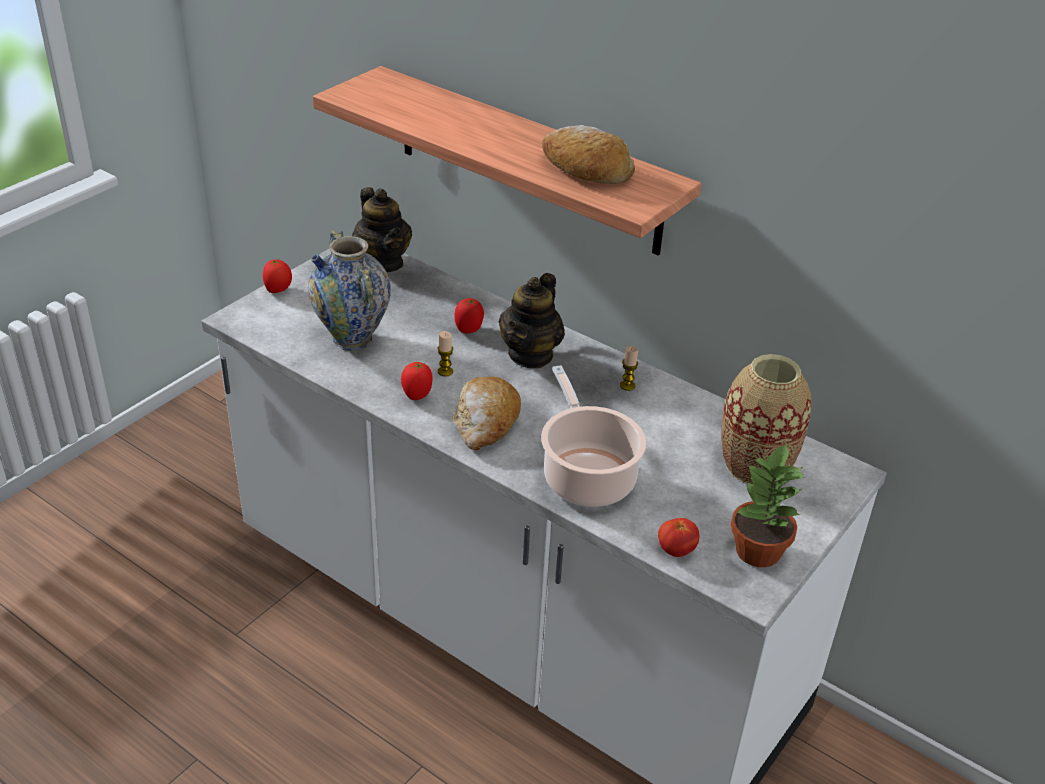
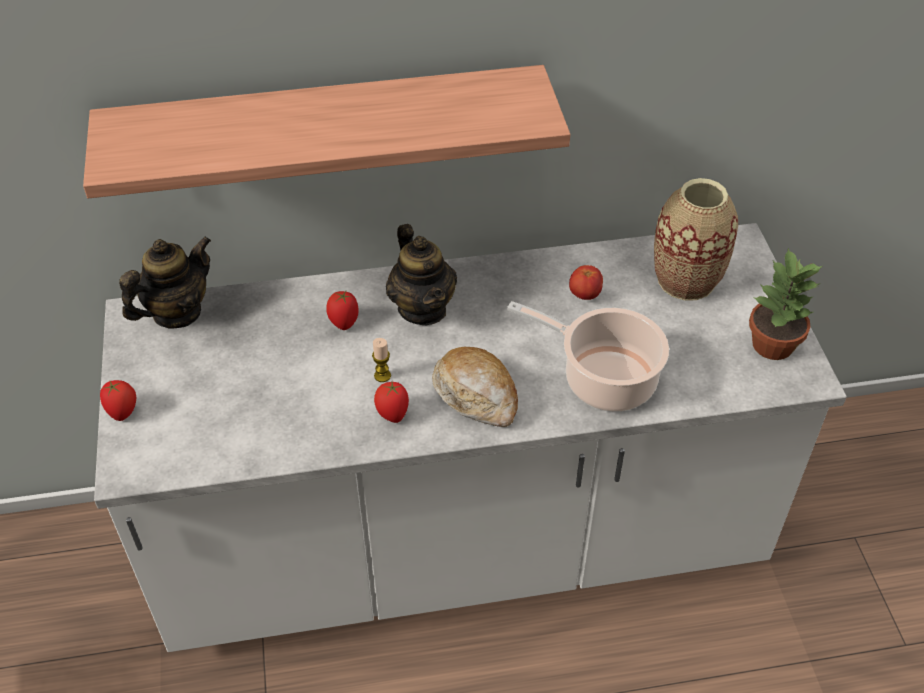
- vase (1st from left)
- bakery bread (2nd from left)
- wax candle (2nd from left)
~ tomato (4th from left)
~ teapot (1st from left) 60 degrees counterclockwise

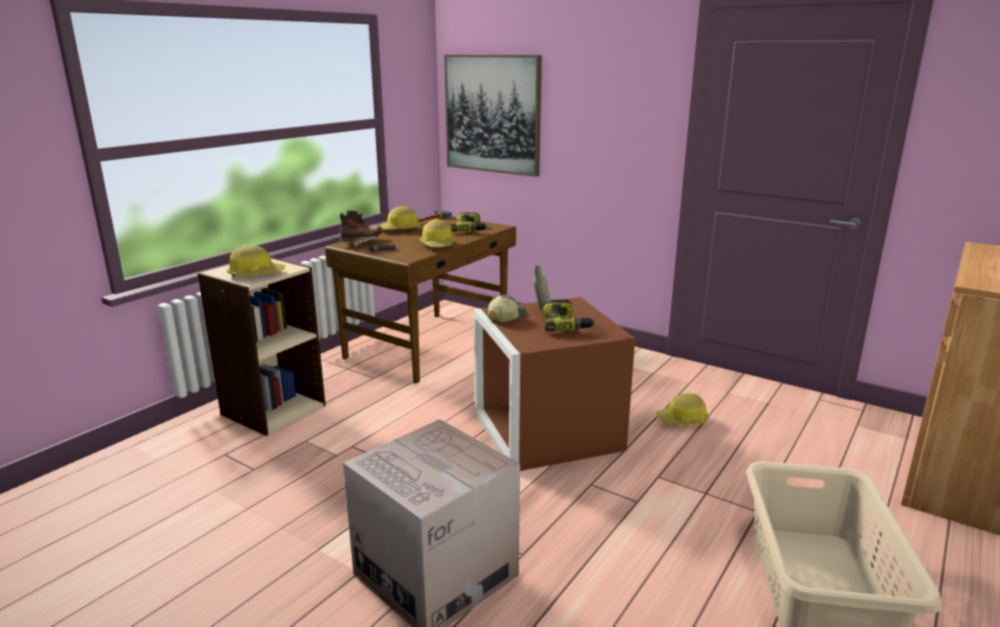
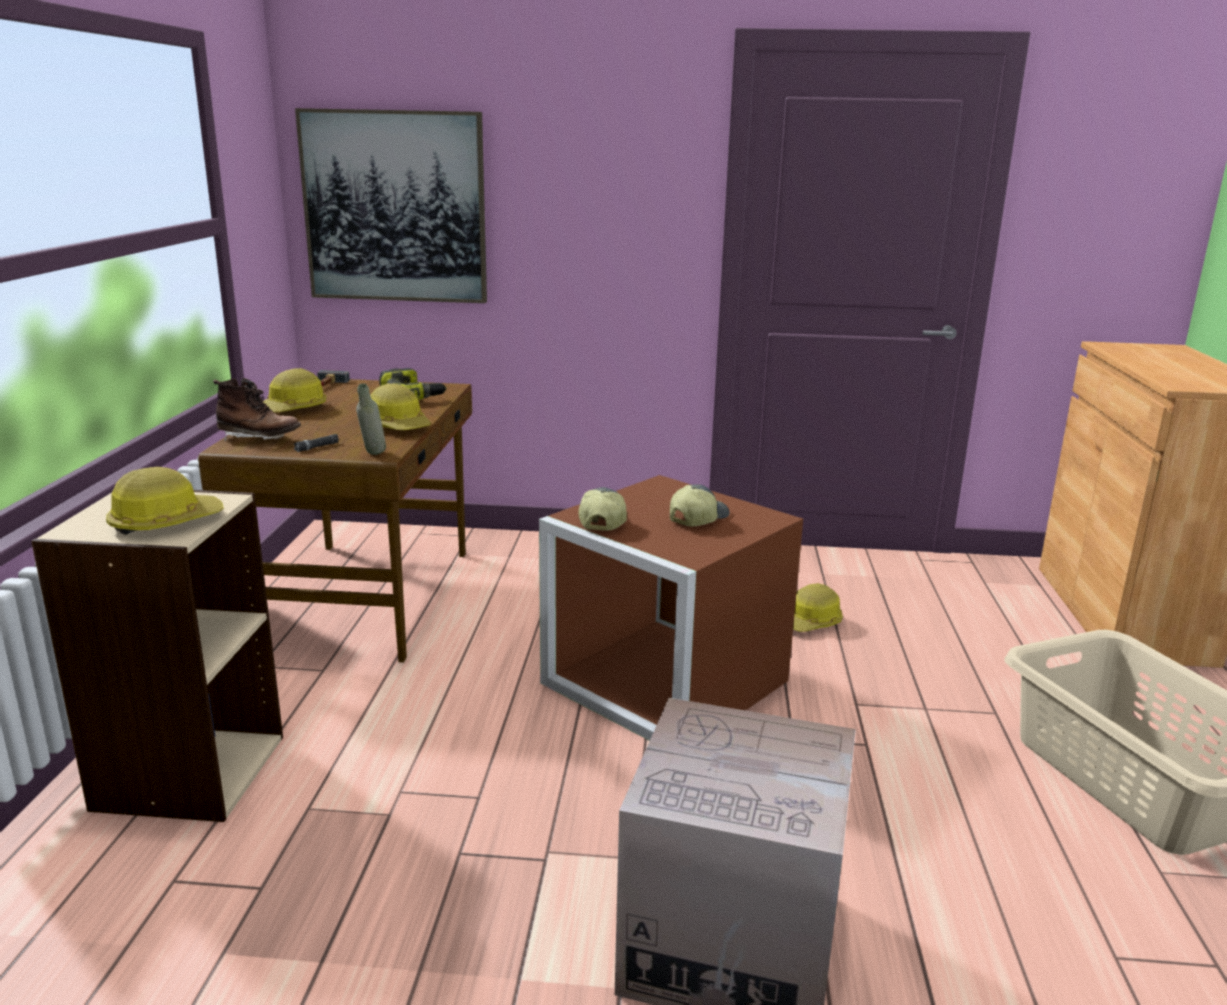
~ gray beverage bottle
~ electric drill (2nd from left) to peaked cap (2nd from left)
~ brownish tall boot 90 degrees clockwise

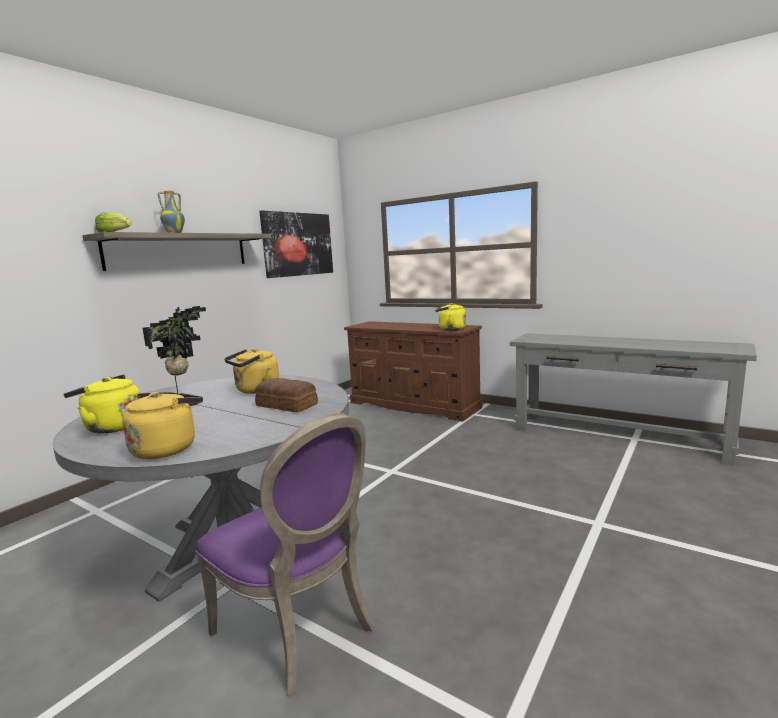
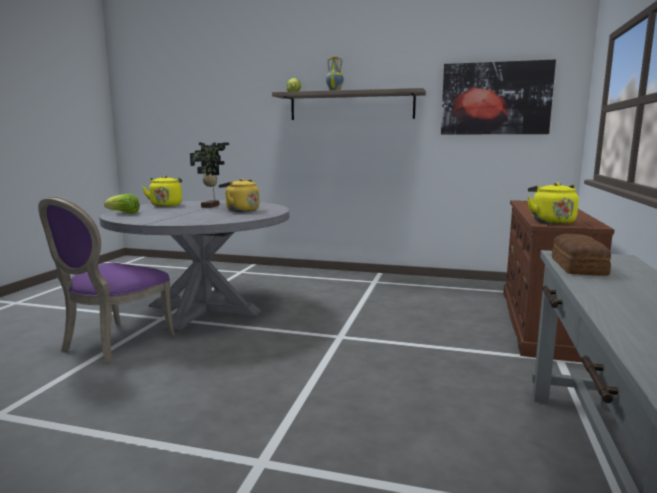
~ bakery bread
~ yellow water kettle (2nd from left) to head of lettuce (1st from left)

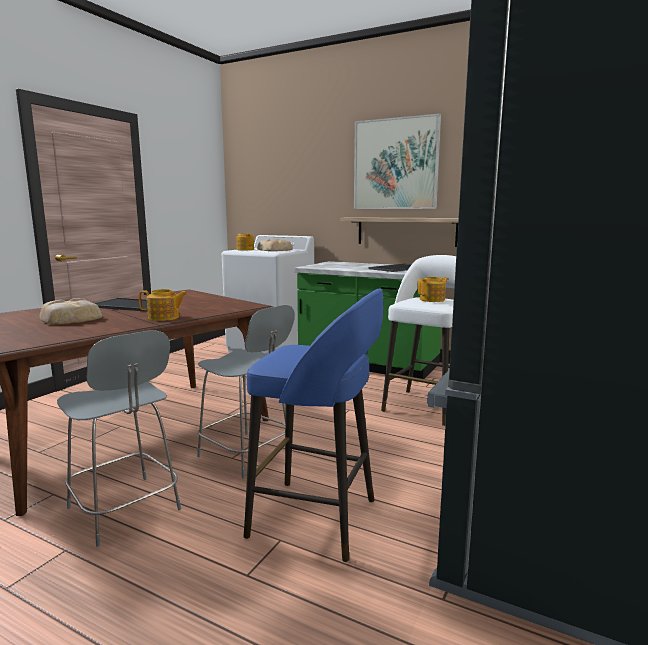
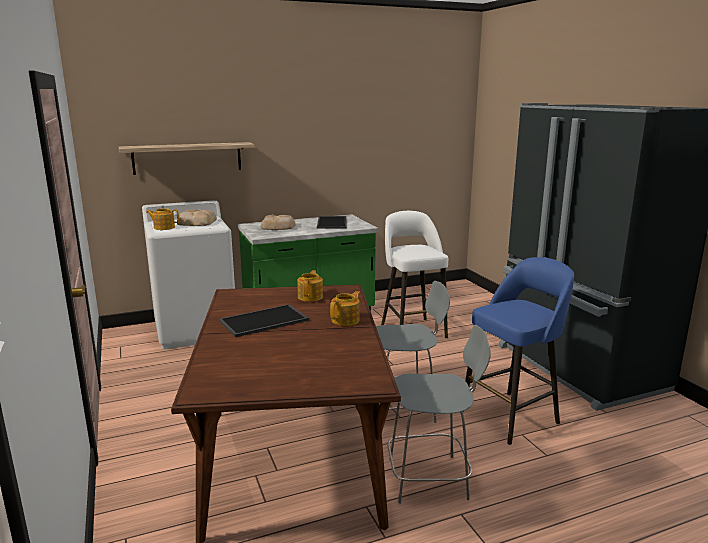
- wall picture
~ bakery bread (1st from left in the first image) to bakery bread (2nd from left)
~ shelf
~ teapot (3rd from left in the first image) to teapot (2nd from left)

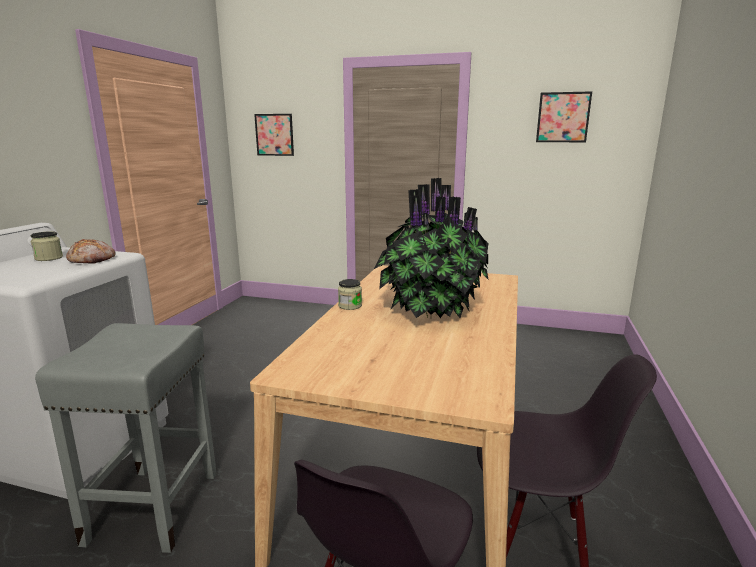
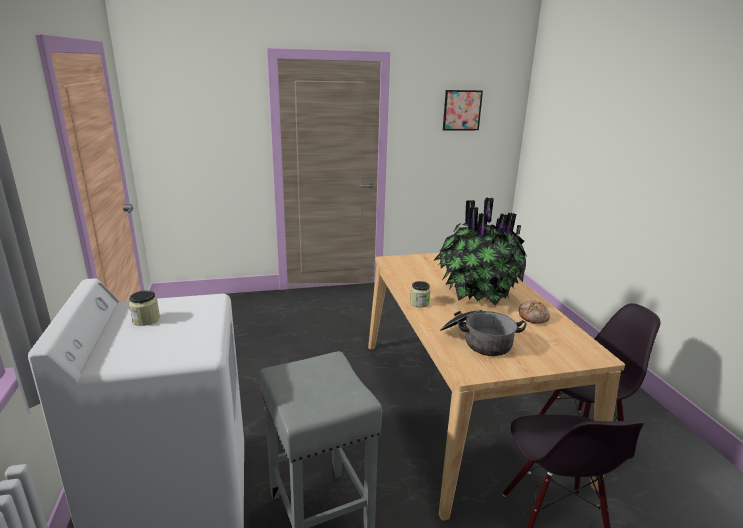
- wall picture (1st from left)
+ cooking pot
~ bakery bread

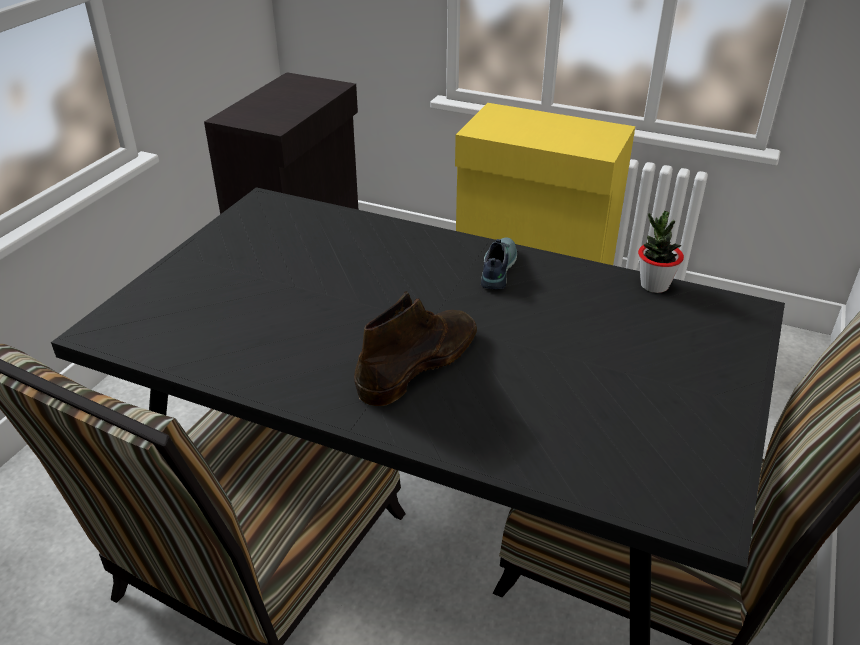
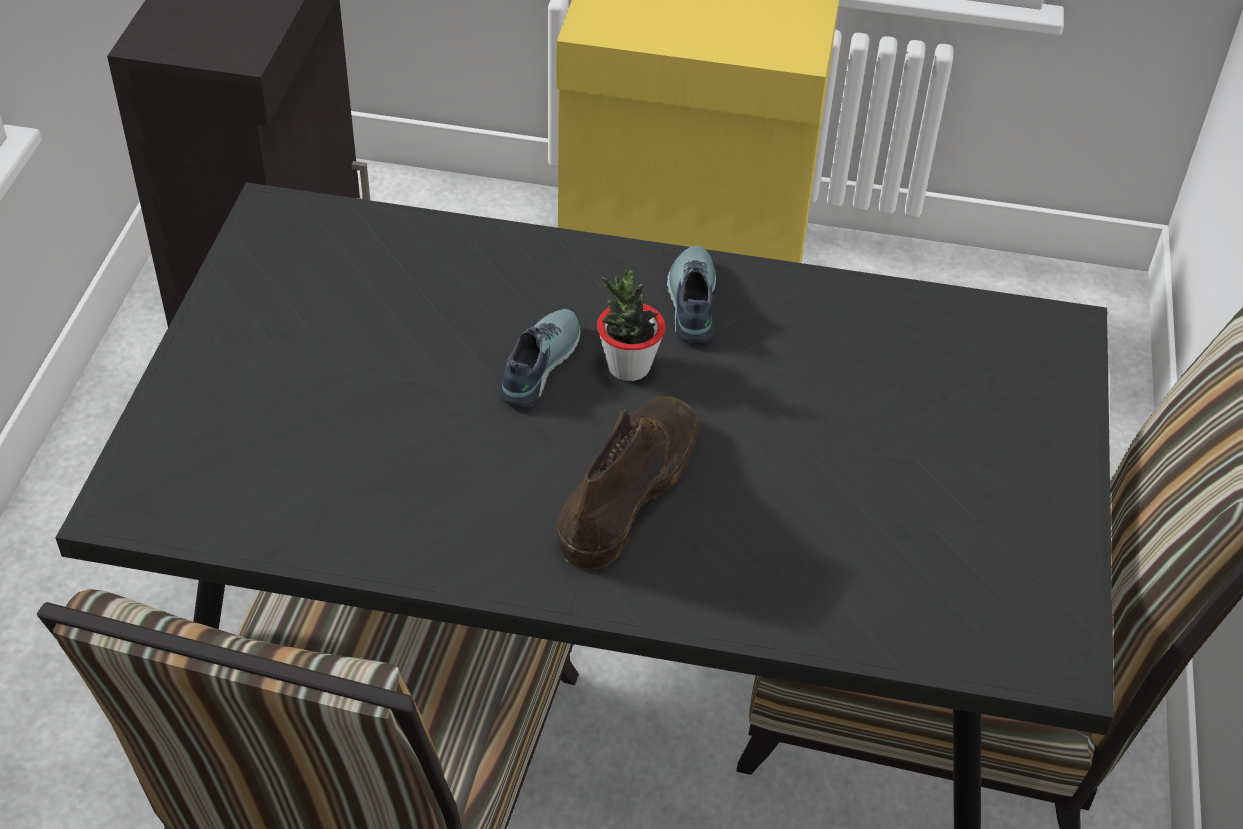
+ shoe (1st from left)
~ potted plant

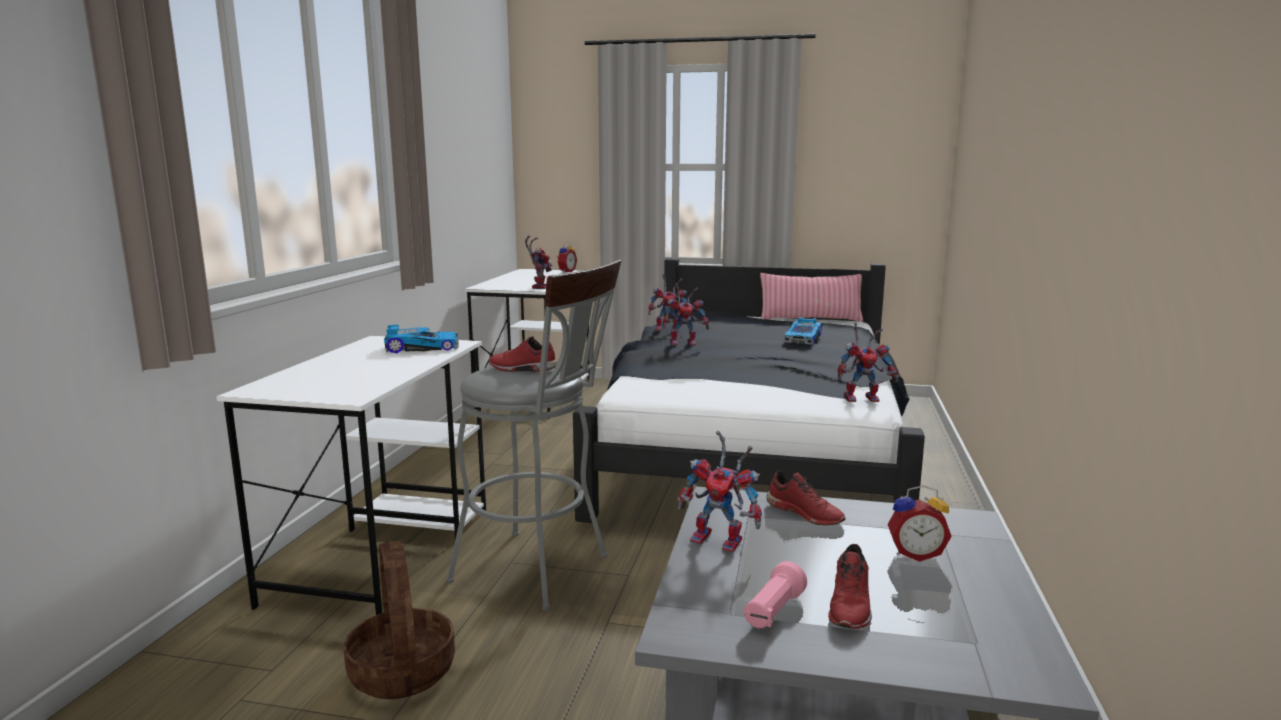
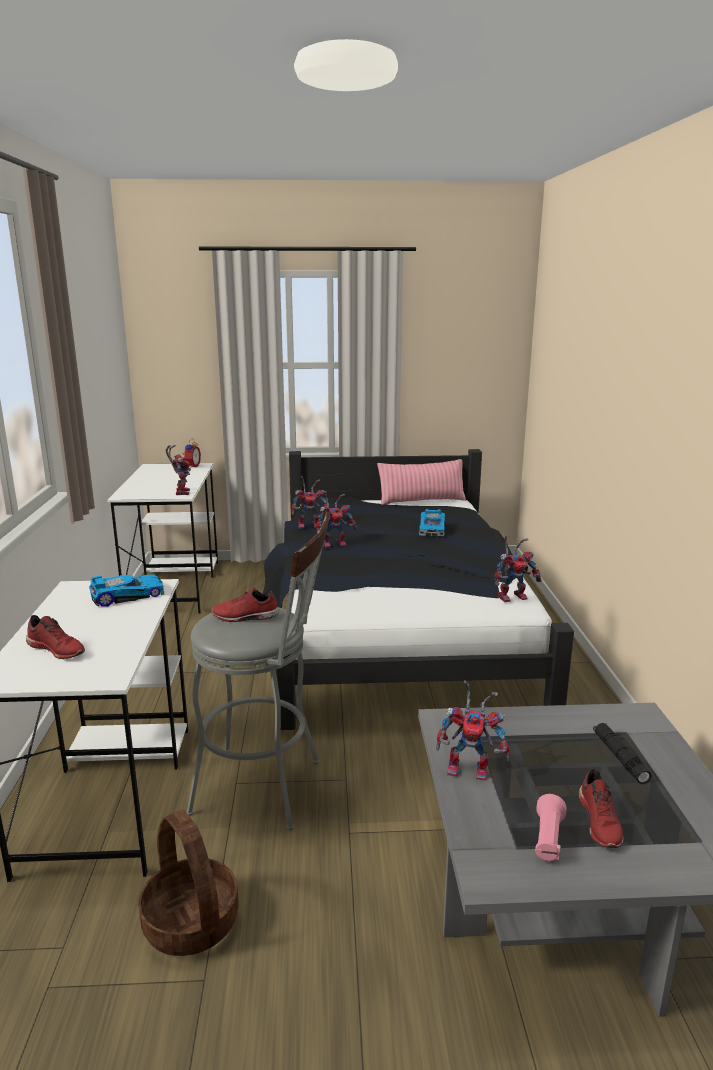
~ reddish shoe (2nd from left in the first image) to reddish shoe (1st from left)
~ bedside clock (2nd from left) to blackish flashlight

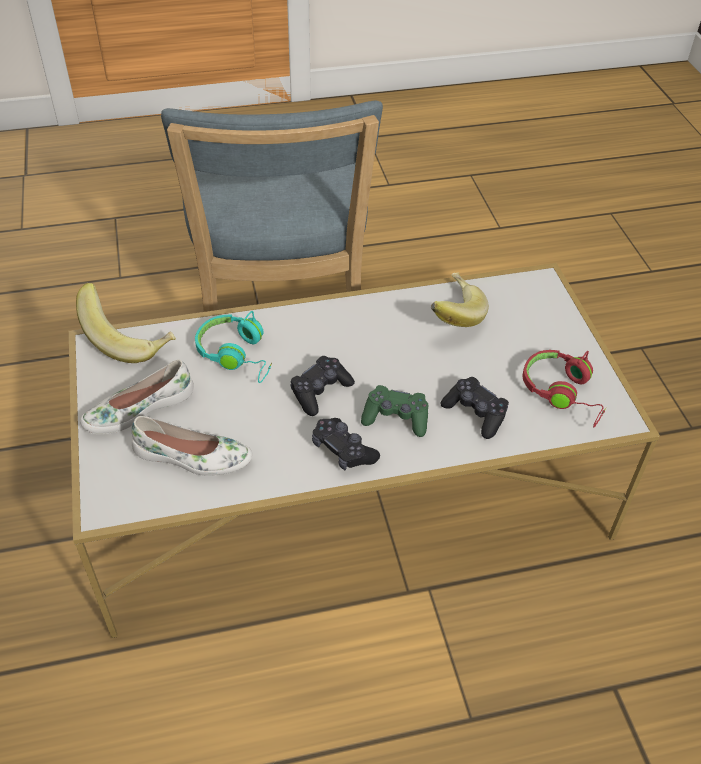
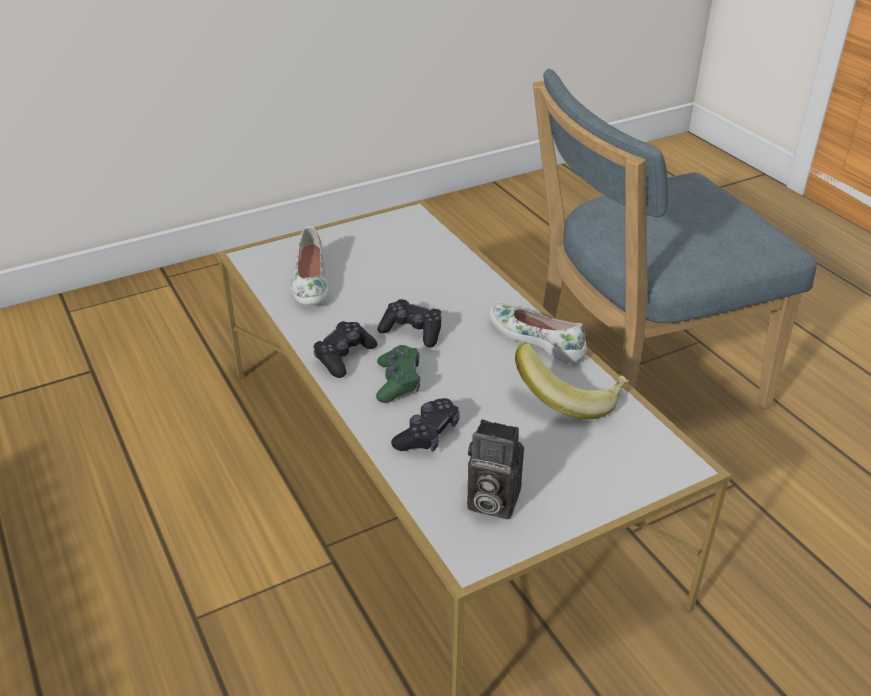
- banana fruit (1st from left)
- turquoise-coloured pair of headphones
~ white shoe (1st from left in the first image) to white shoe (2nd from left)
~ reddish pair of headphones to still camera

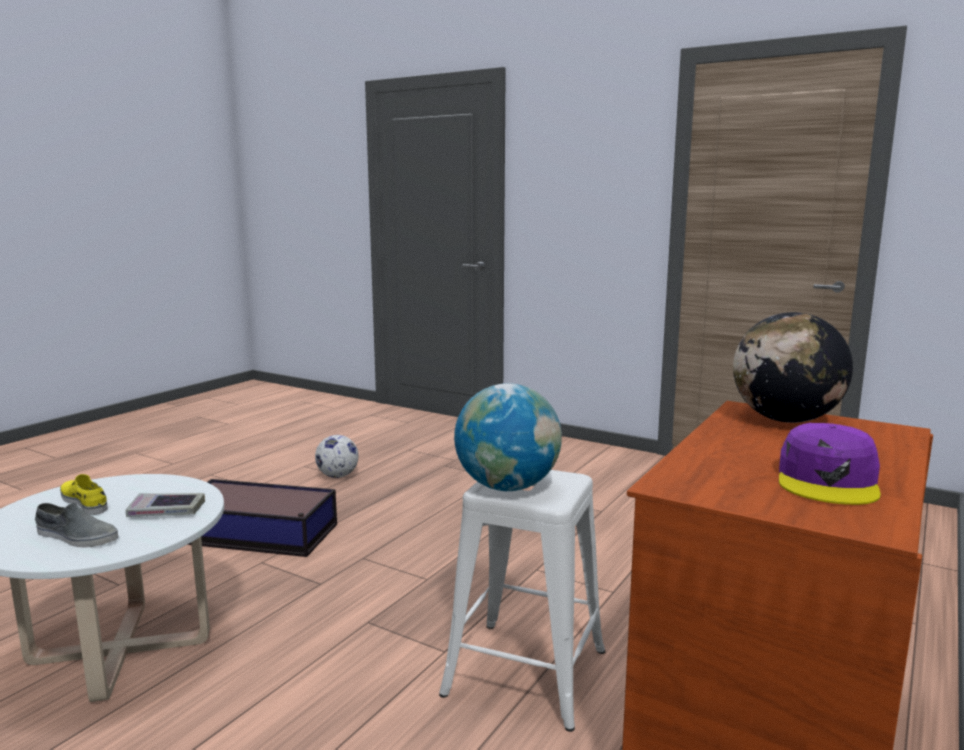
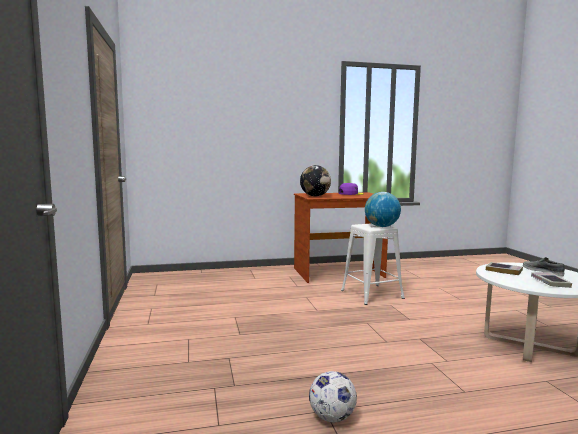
- storage box
~ yellow shoe to bound book (2nd from left)

